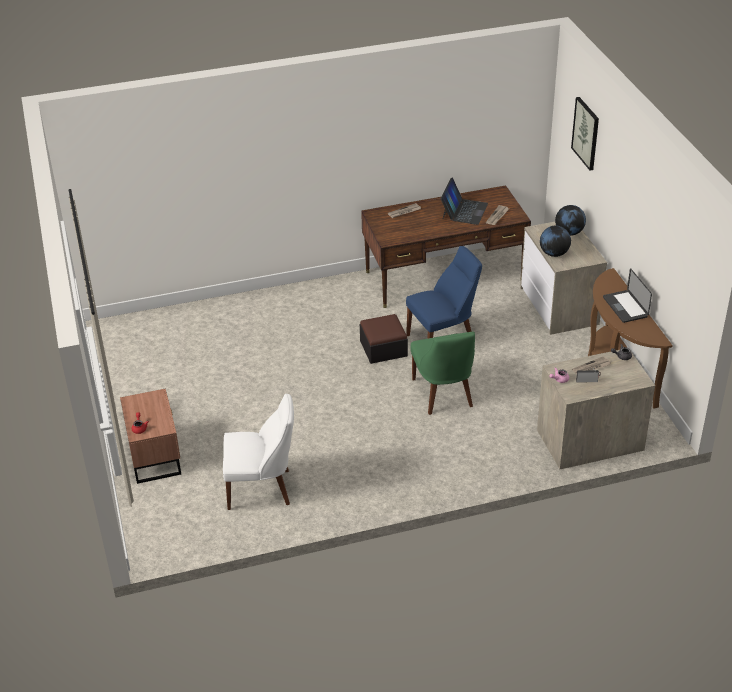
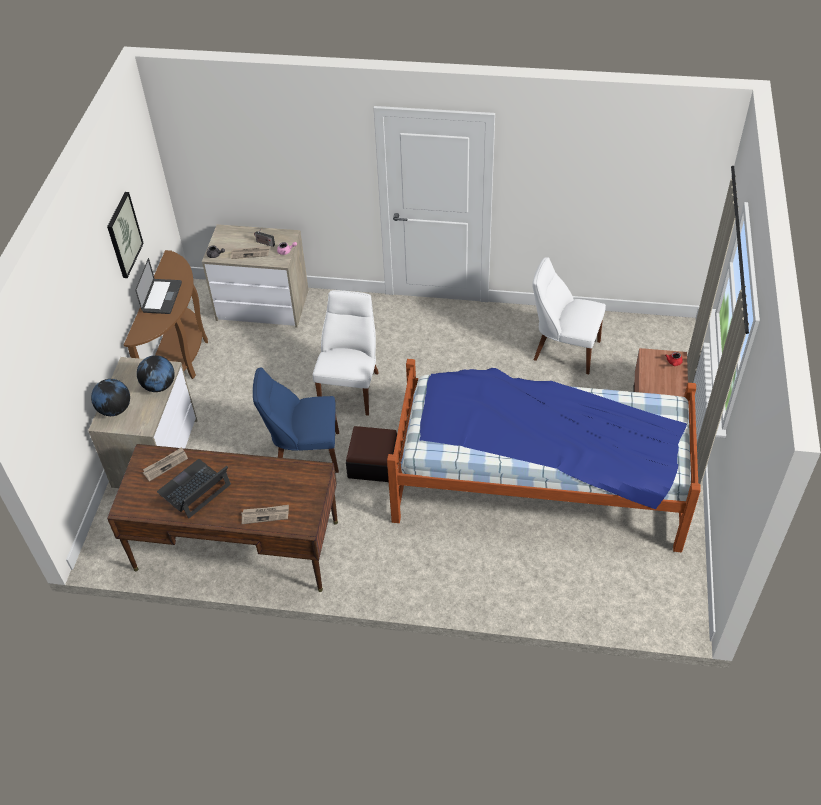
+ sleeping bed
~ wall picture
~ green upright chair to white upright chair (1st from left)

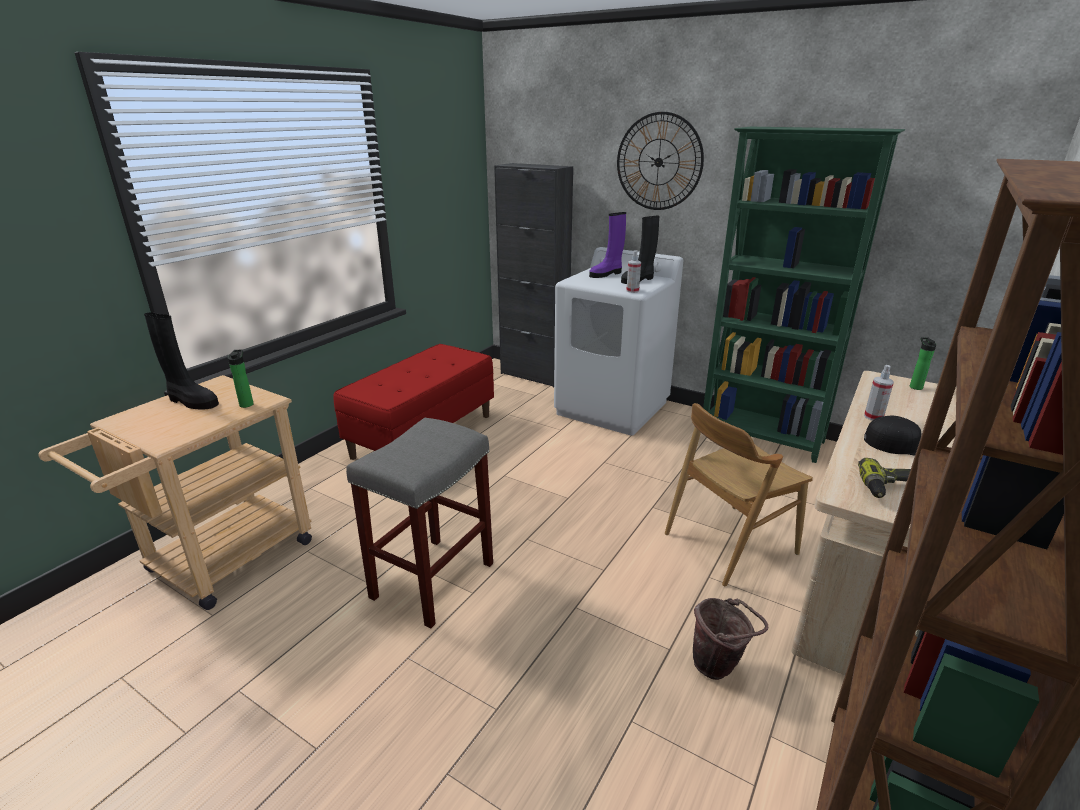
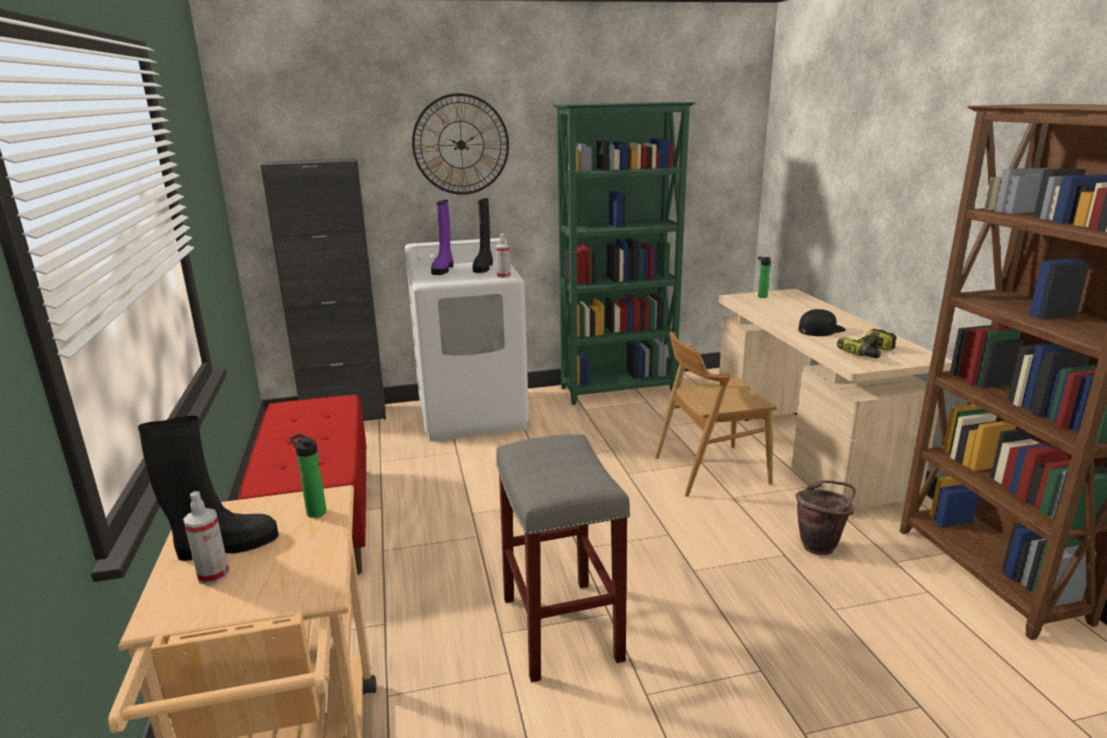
~ hand sprayer (2nd from left in the first image) to hand sprayer (1st from left)
~ brownish upright chair 60 degrees clockwise

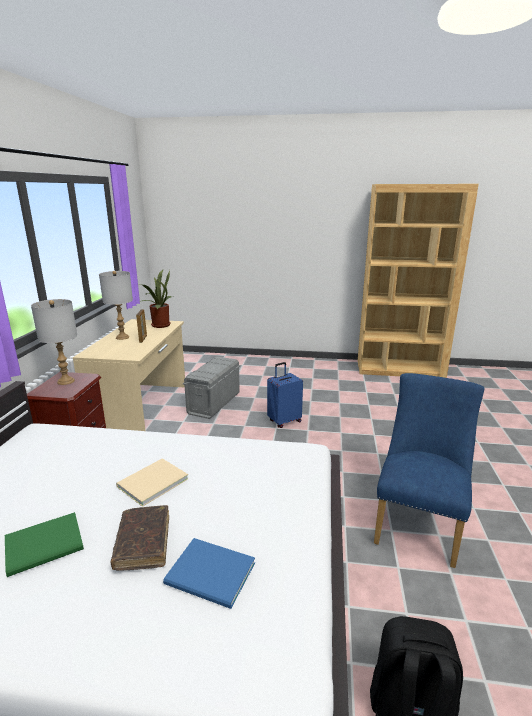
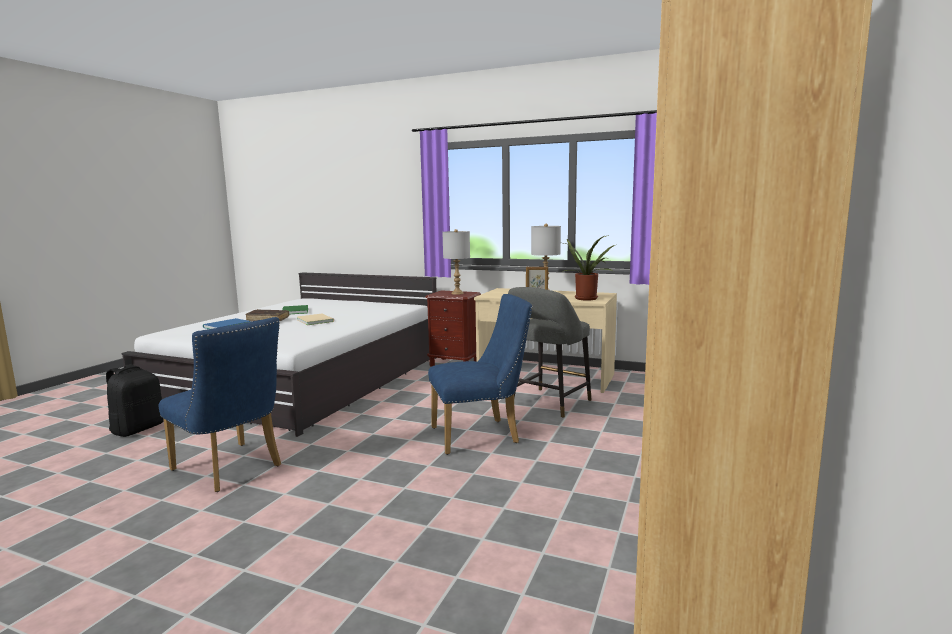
~ gray storage box to gray stool seat
~ bluish travel case to bluish upright chair (2nd from left)

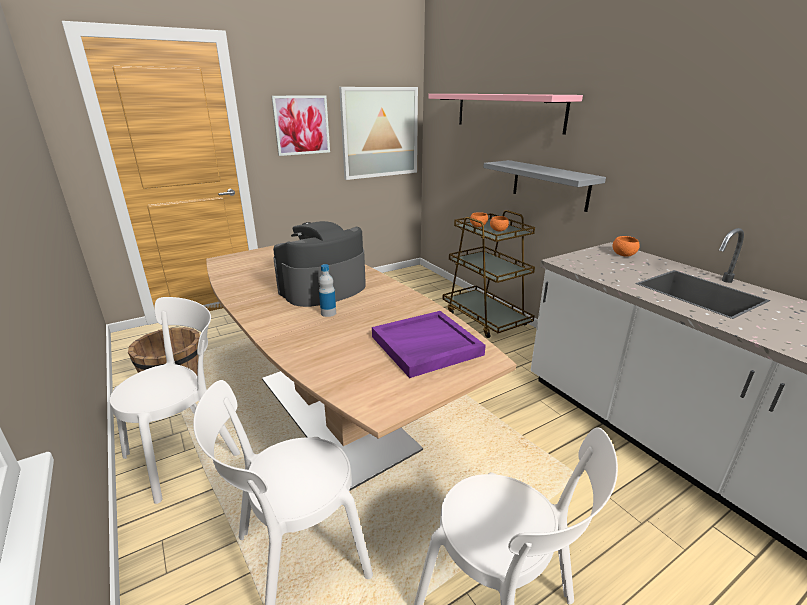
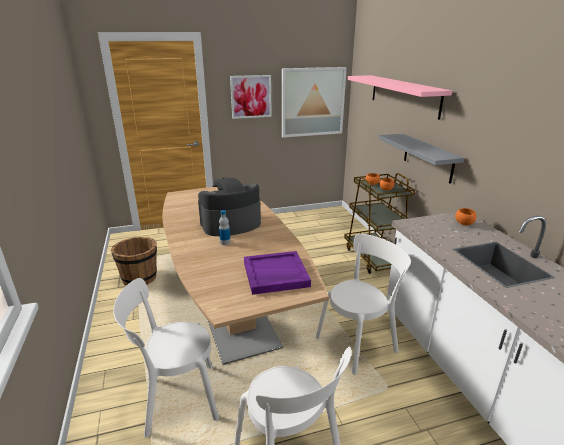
~ white upright chair (1st from left in the first image) to white upright chair (3rd from left)

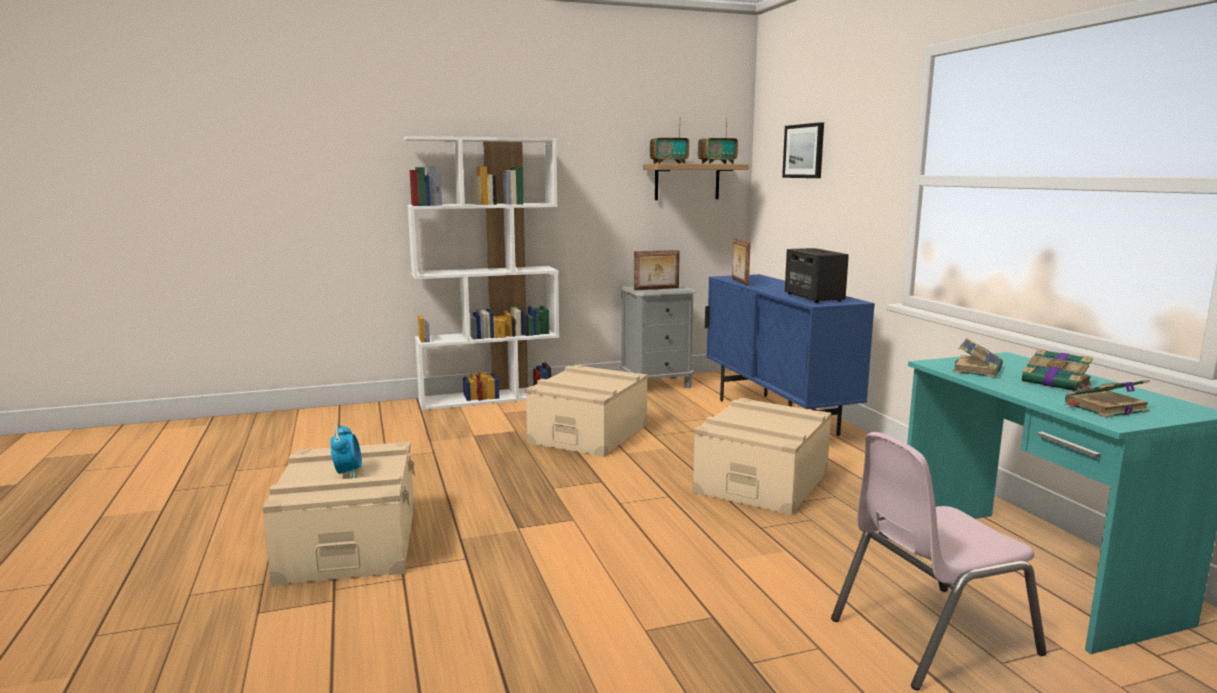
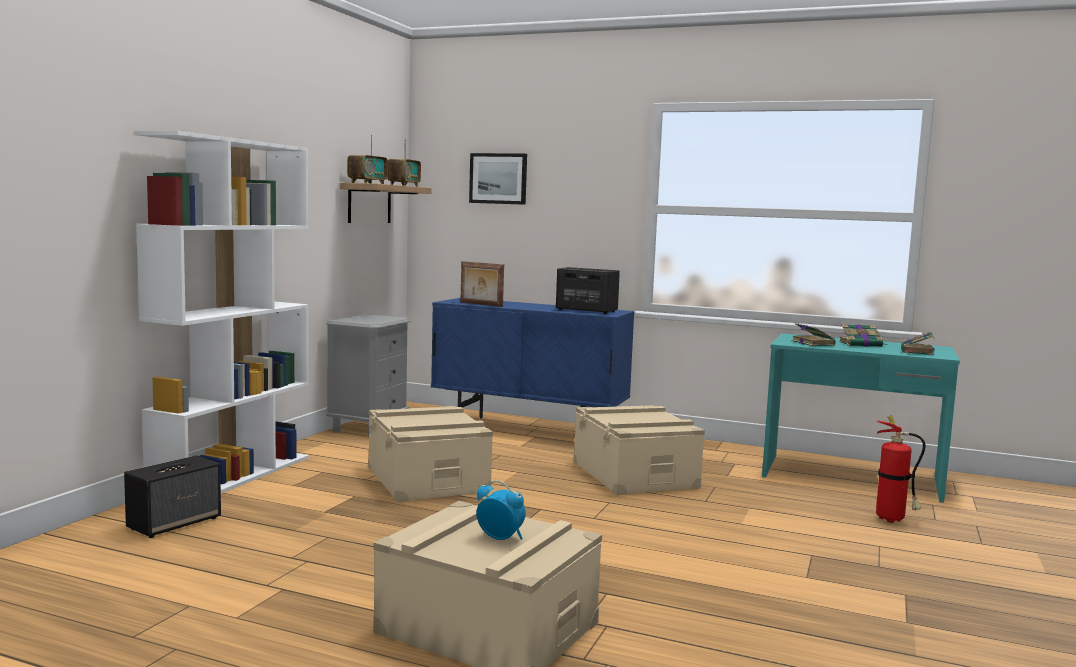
- standing frame (1st from left)
+ speaker (1st from left)
~ pinkish upright chair to extinguisher

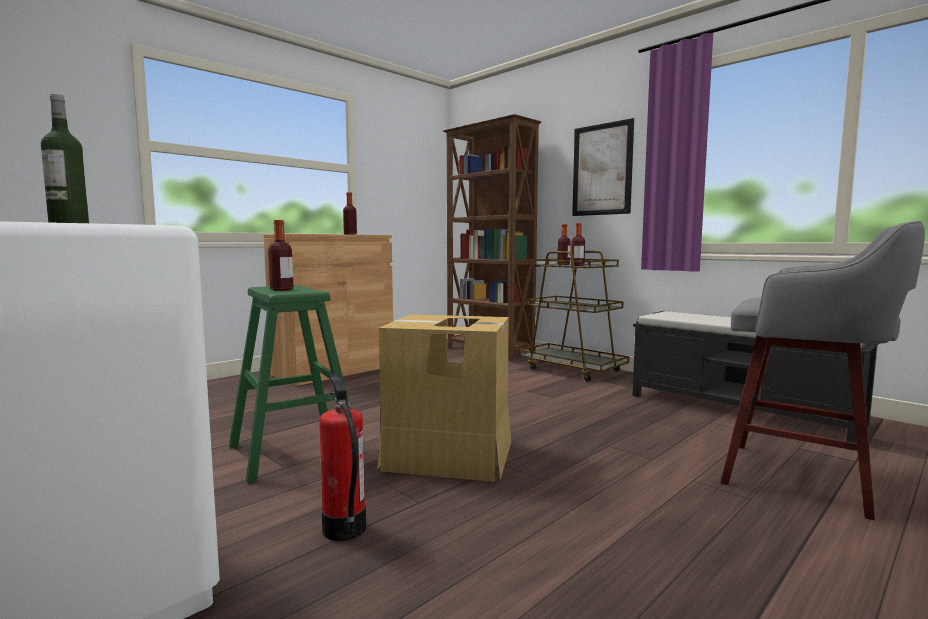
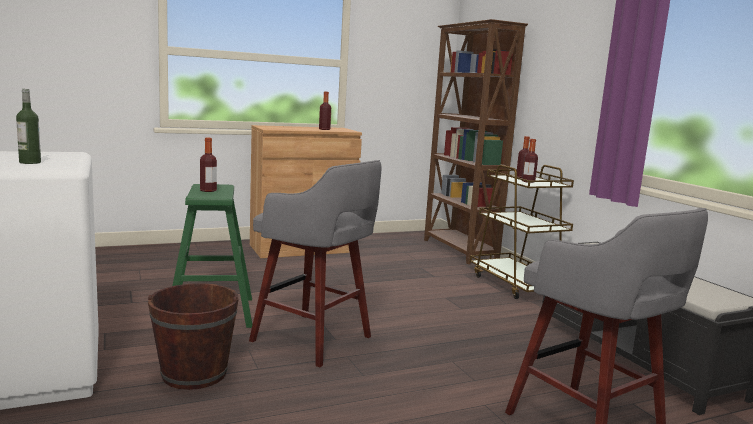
- wall picture
~ extinguisher to brownish water bucket
~ cardboard box to gray stool seat (1st from left)

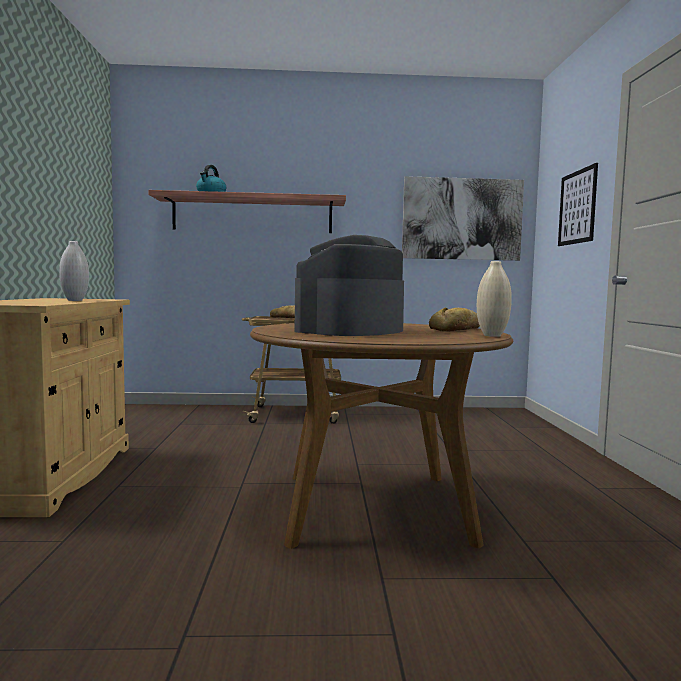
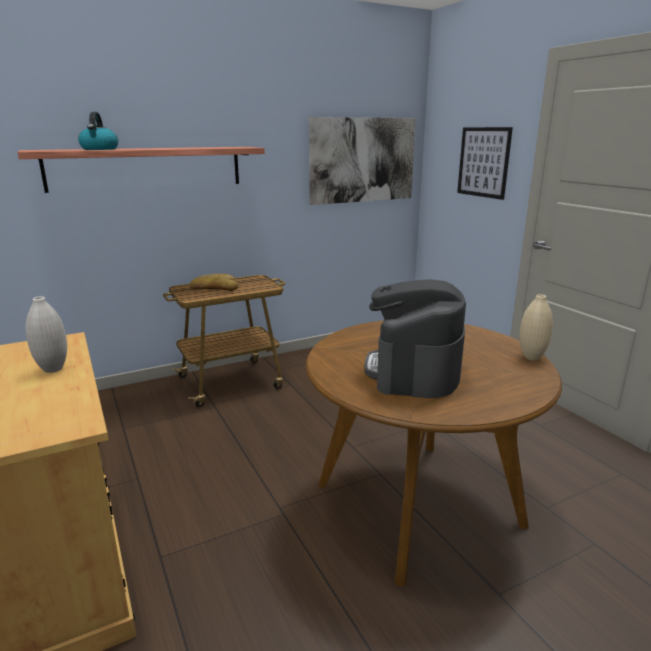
- bakery bread (2nd from left)

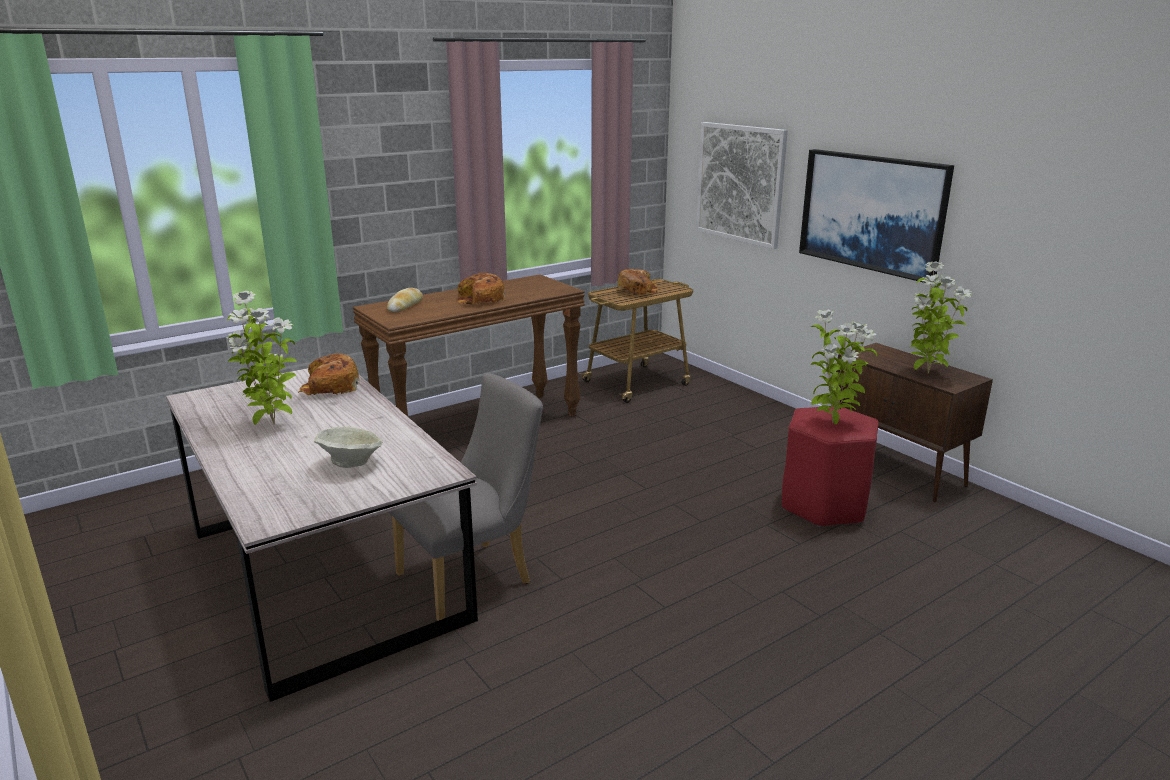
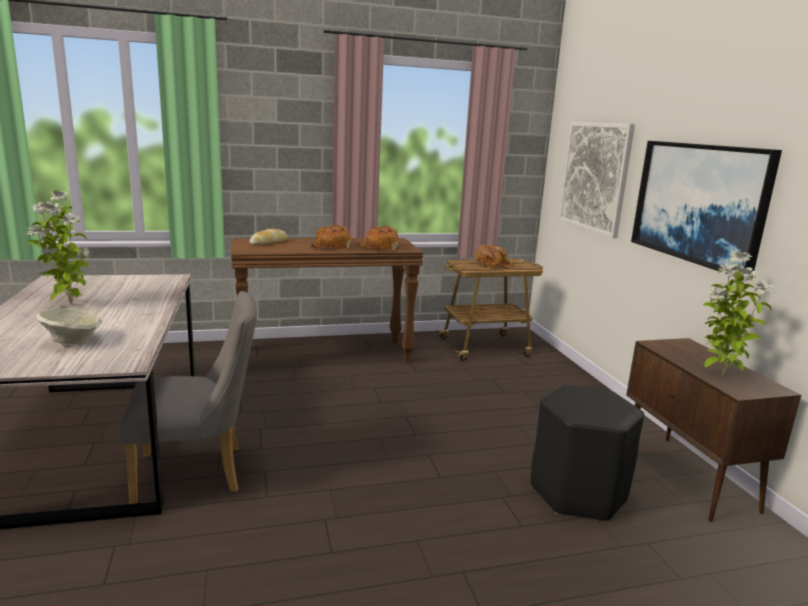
- potted plant (2nd from left)
~ bakery bread (1st from left in the first image) to bakery bread (3rd from left)
~ reddish stool seat to blackish stool seat

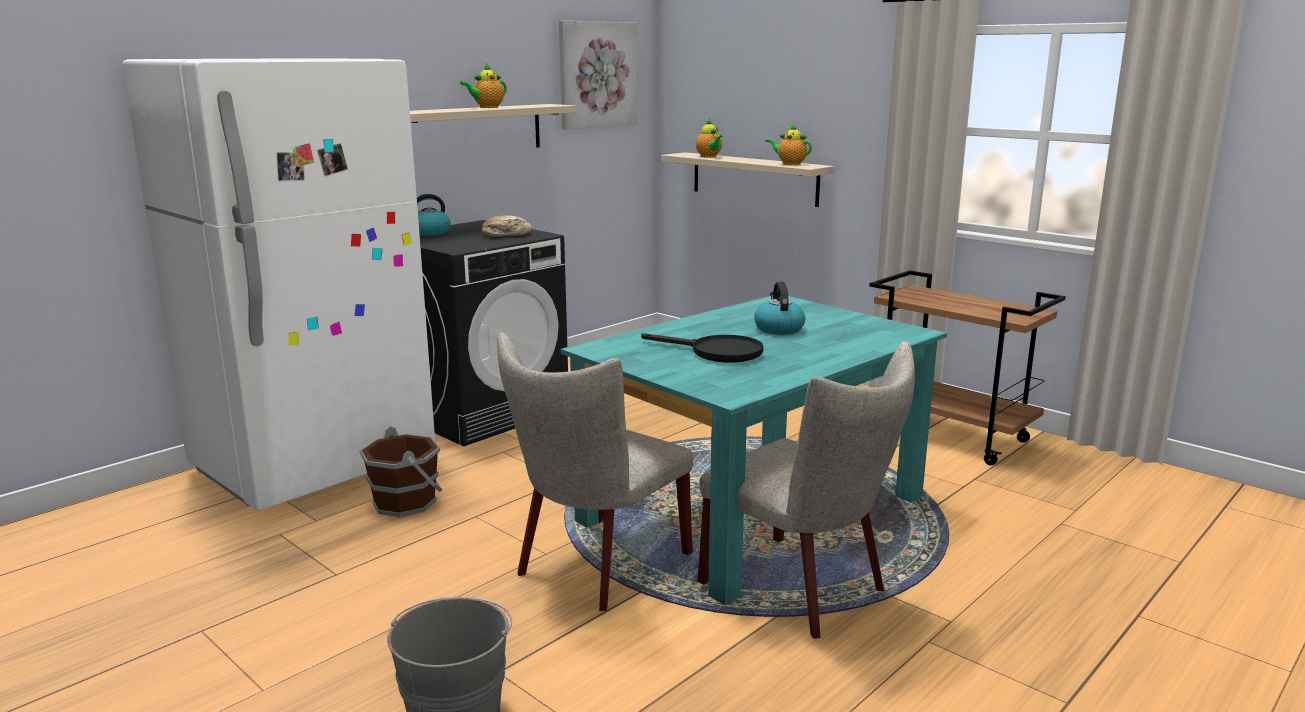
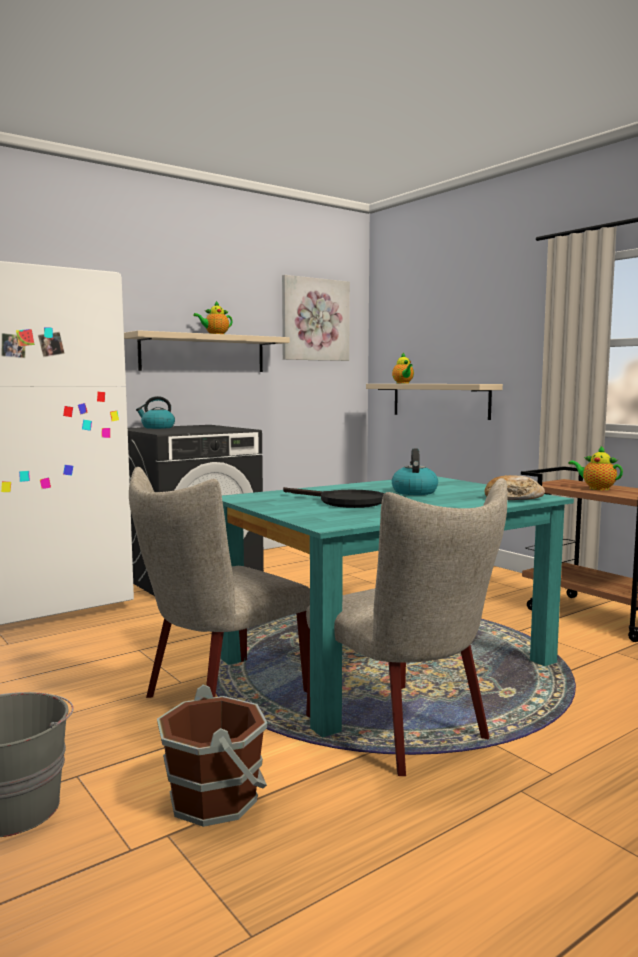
~ brownish water bucket
~ bakery bread
~ teapot (3rd from left)

